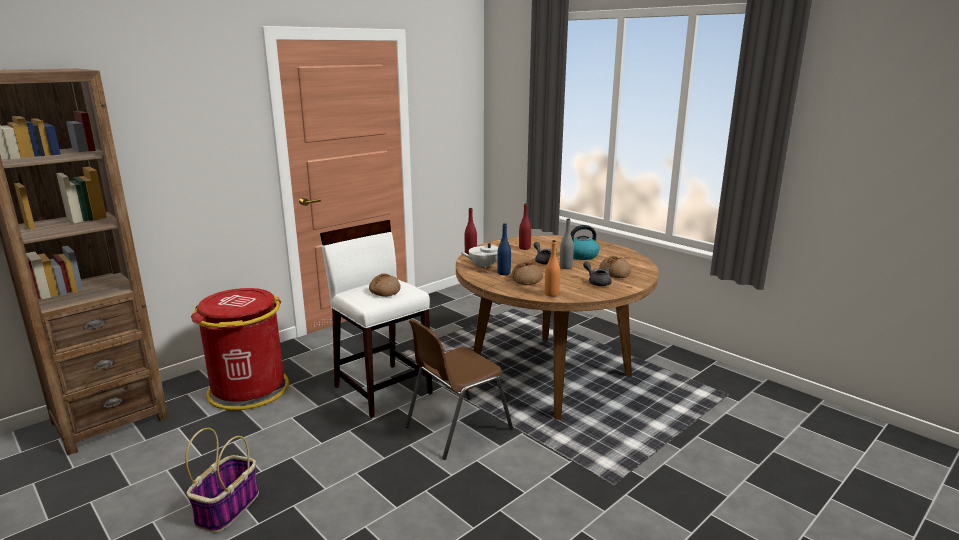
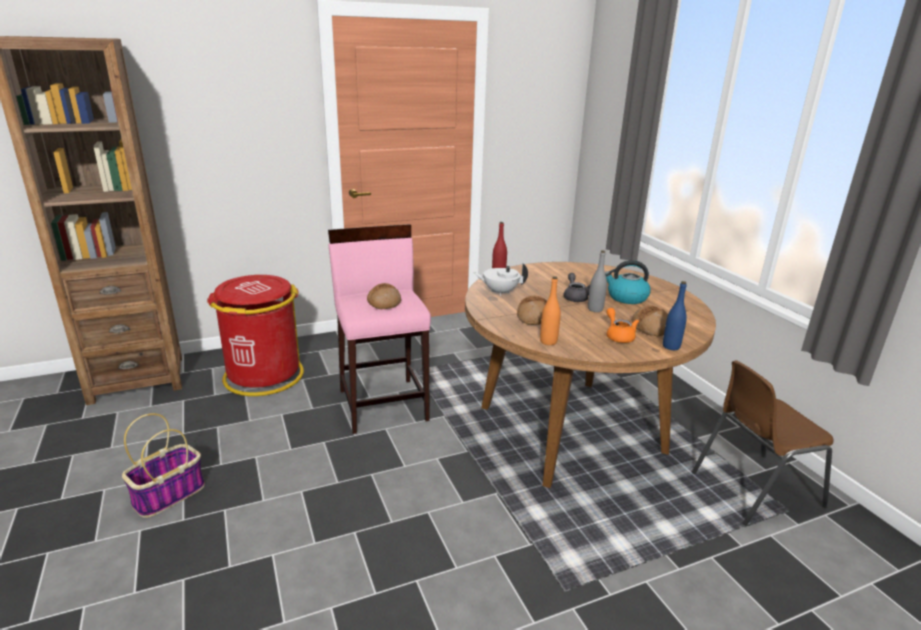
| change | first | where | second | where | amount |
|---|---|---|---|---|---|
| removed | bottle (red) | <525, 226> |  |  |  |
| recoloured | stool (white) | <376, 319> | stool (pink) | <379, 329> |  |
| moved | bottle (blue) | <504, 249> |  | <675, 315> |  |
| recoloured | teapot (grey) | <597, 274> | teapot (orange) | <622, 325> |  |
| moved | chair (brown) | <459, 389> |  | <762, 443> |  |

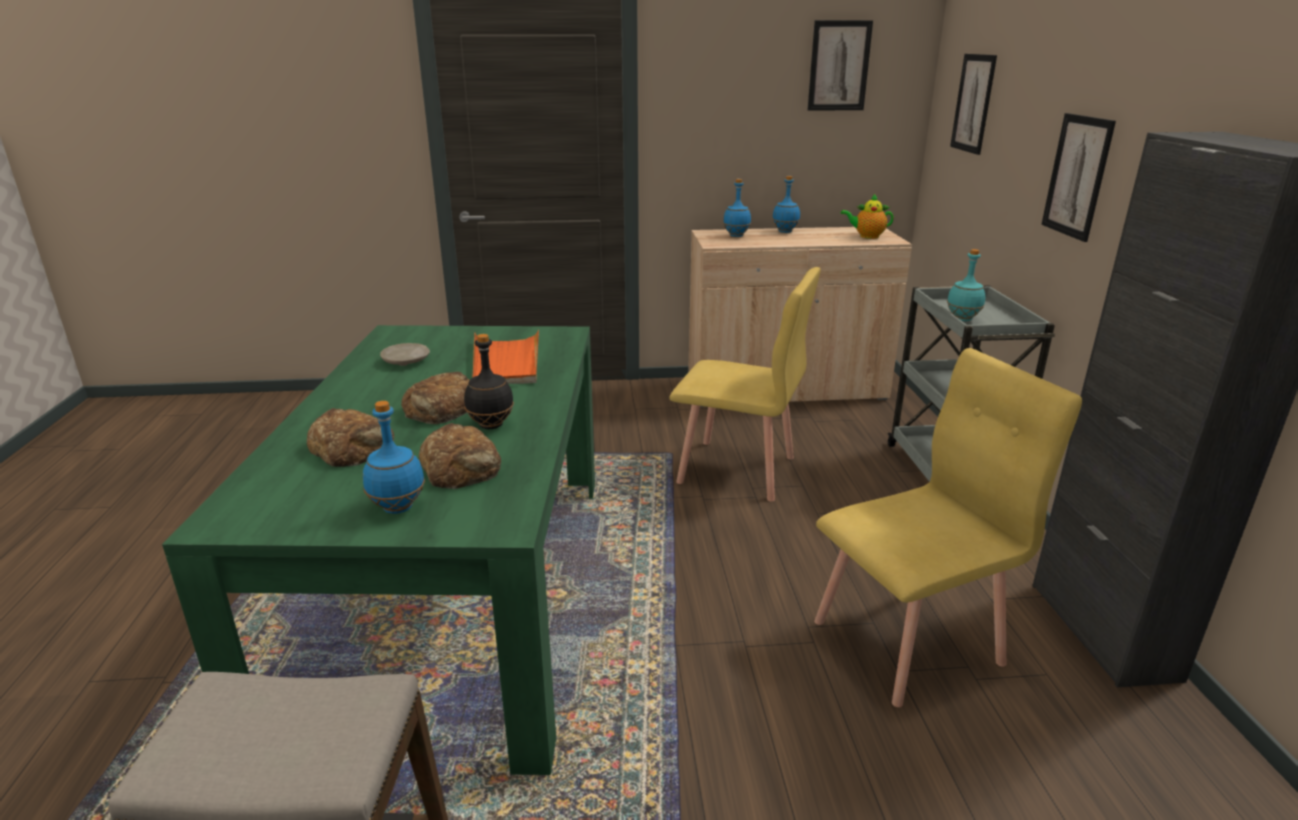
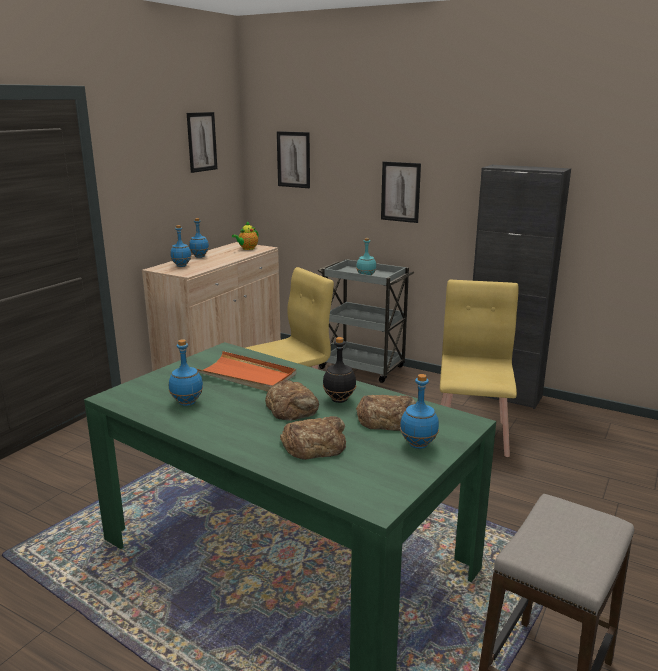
| change | first | where | second | where | amount |
|---|---|---|---|---|---|
| replaced | plate (beige) | <405, 354> | bottle (blue) | <186, 372> |  |

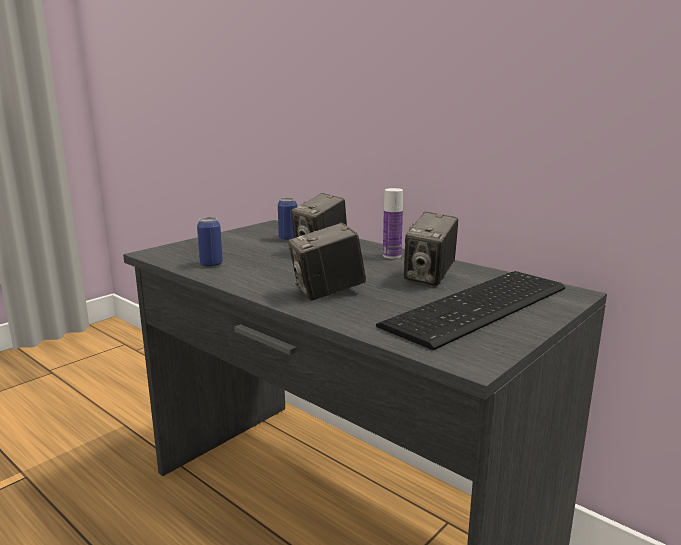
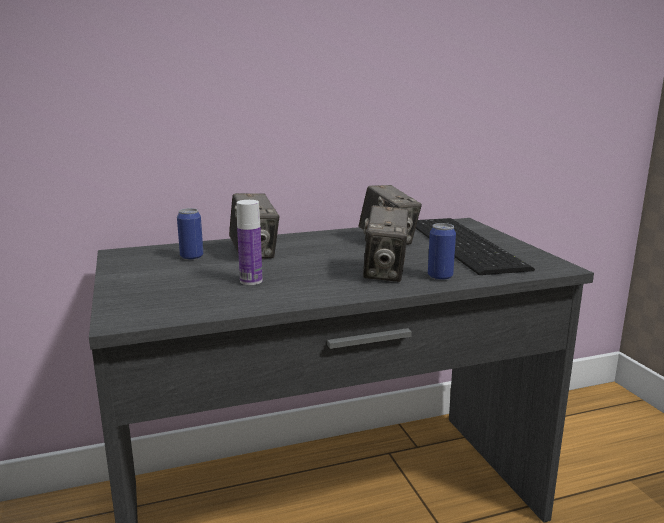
| change | first | where | second | where | amount |
|---|---|---|---|---|---|
| moved | bottle | <393, 223> |  | <249, 242> |  |
| moved | can | <210, 242> |  | <442, 251> |  |

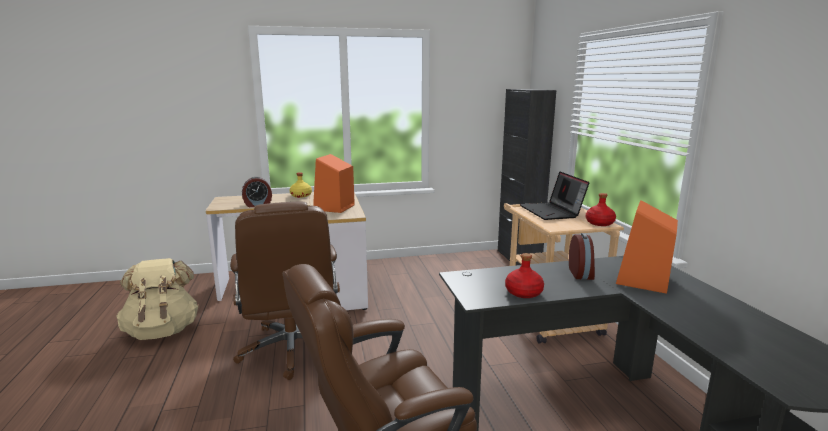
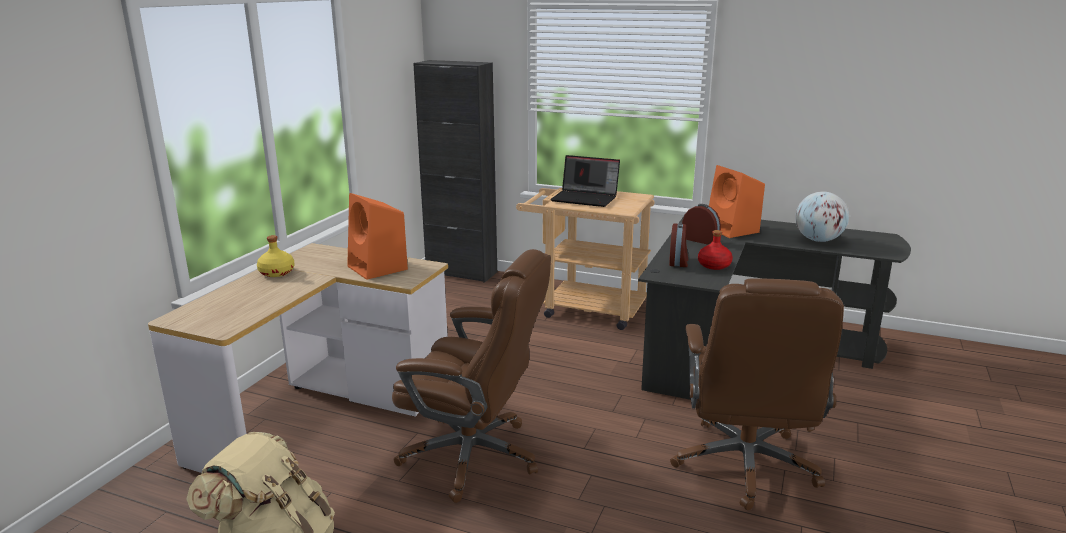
| change | first | where | second | where | amount |
|---|---|---|---|---|---|
| moved | alarm clock | <257, 192> |  | <678, 244> |  |
| removed | bottle (red) | <601, 209> |  |  |  |
| added |  |  | globe | <822, 217> |  |

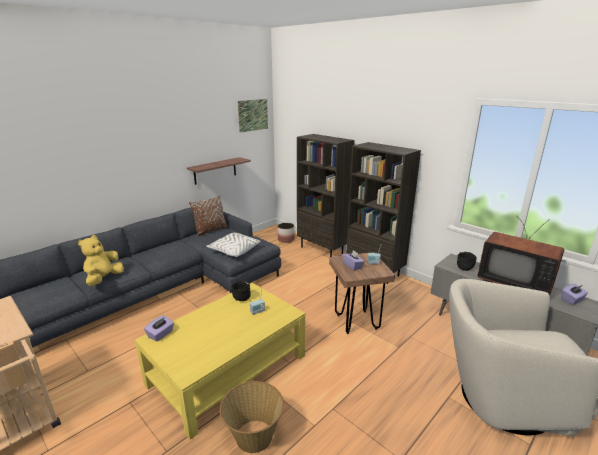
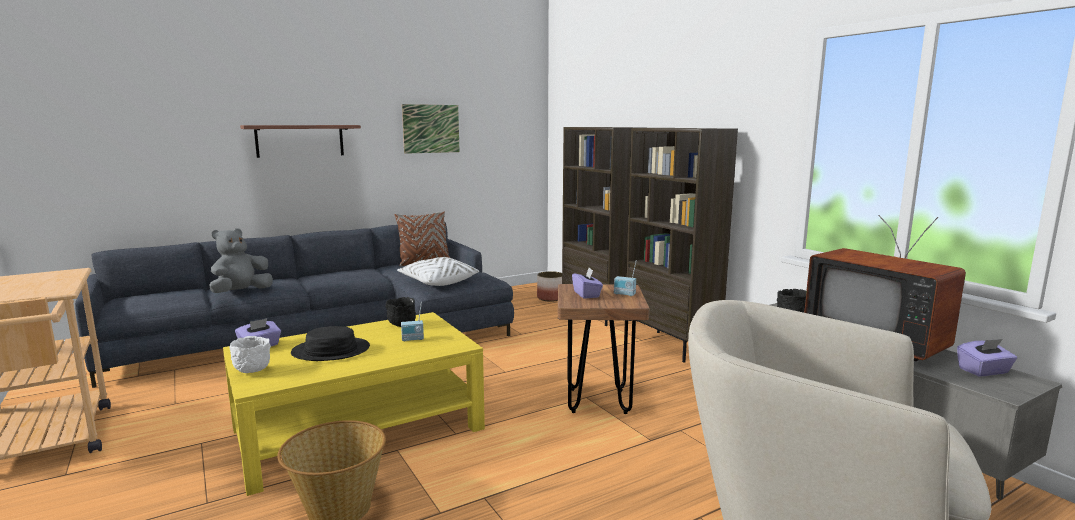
| change | first | where | second | where | amount |
|---|---|---|---|---|---|
| moved | picture | <253, 115> |  | <431, 129> |  |
| moved | shelf | <219, 171> |  | <300, 141> |  |
| recoloured | plush toy (yellow) | <101, 260> | plush toy (grey) | <241, 260> |  |
| added |  |  | hat (black) | <330, 343> |  |
| added |  |  | bowl (white) | <250, 354> |  |

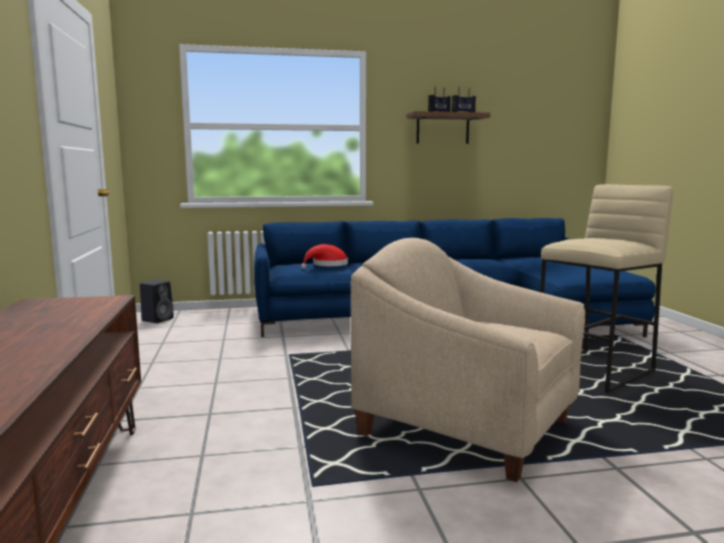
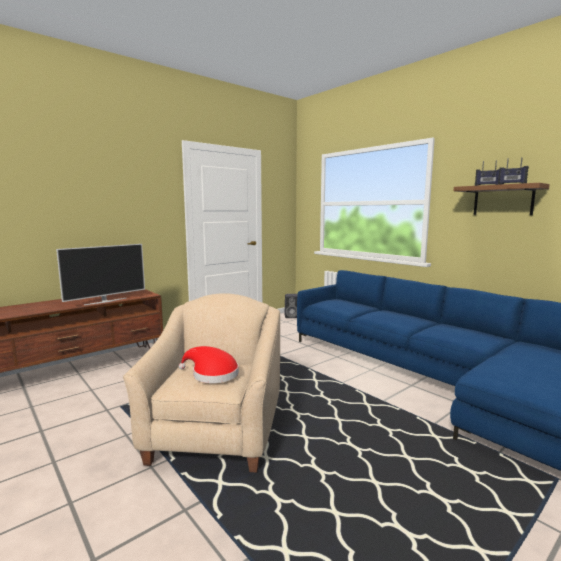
| change | first | where | second | where | amount |
|---|---|---|---|---|---|
| removed | stool (beige) | <606, 288> |  |  |  |
| moved | hat (red) | <324, 256> |  | <209, 364> |  |
| added |  |  | television | <100, 274> |  |

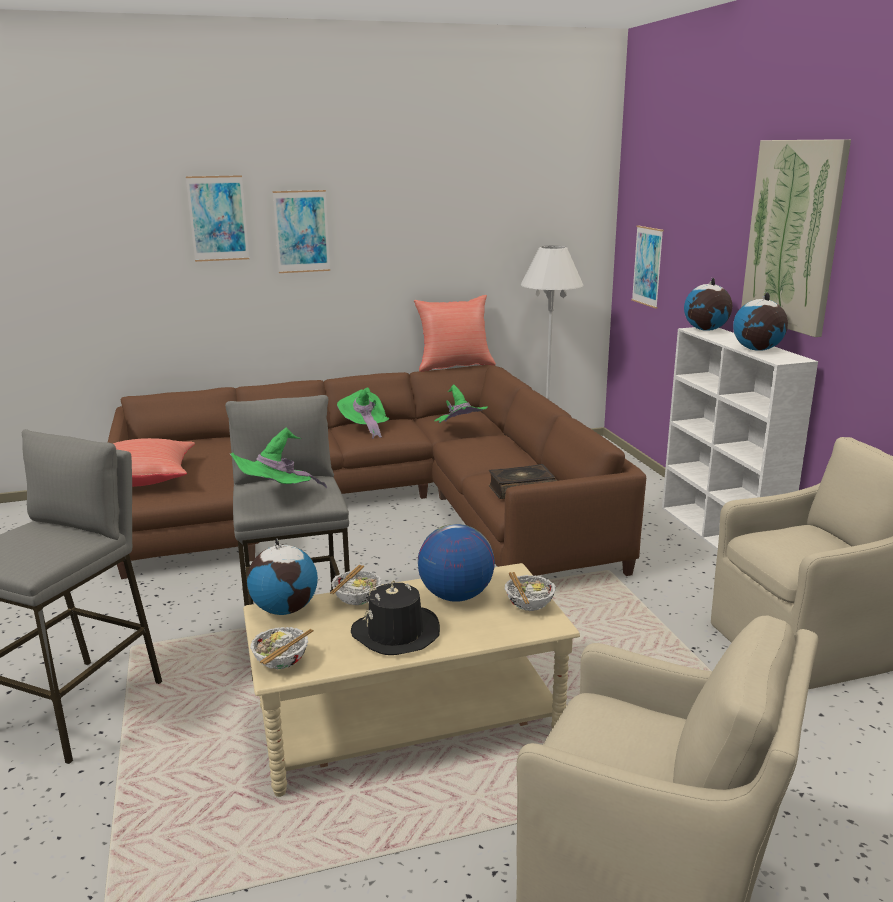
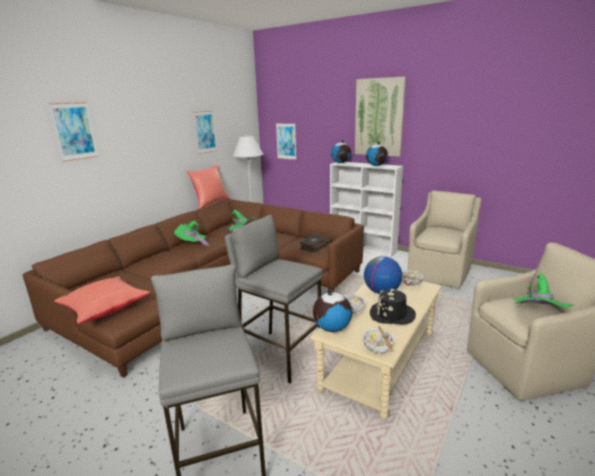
| change | first | where | second | where | amount |
|---|---|---|---|---|---|
| moved | picture | <301, 231> |  | <205, 132> |  |
| moved | hat (green) | <278, 458> |  | <543, 290> |  |

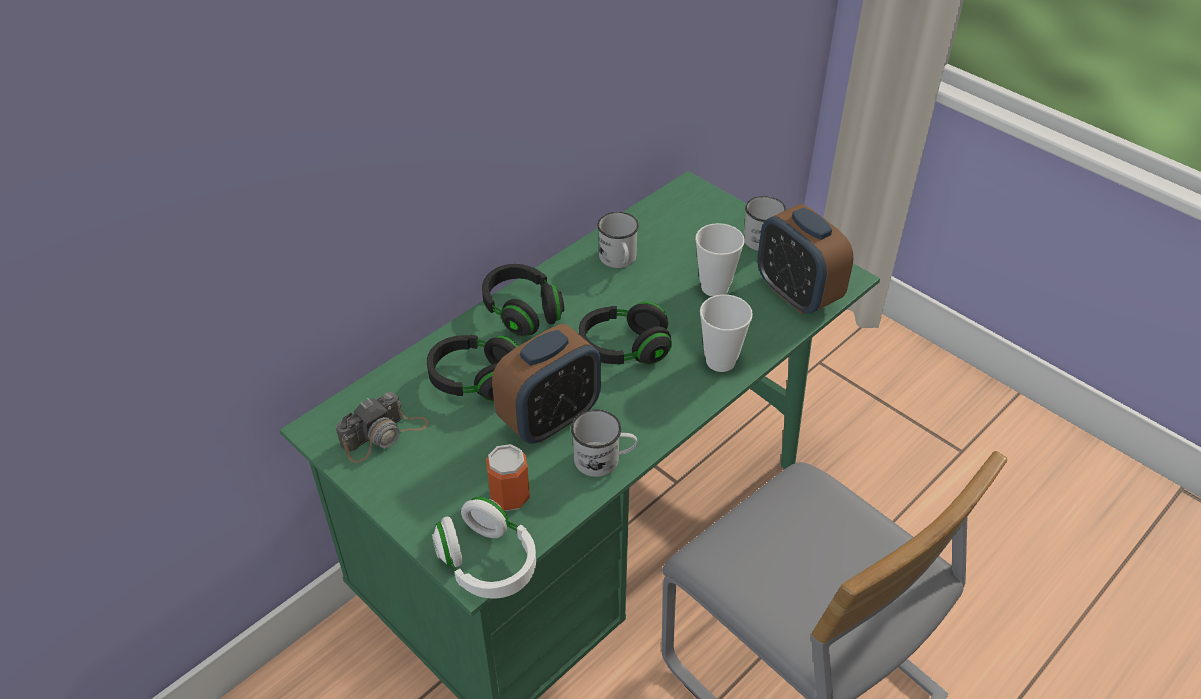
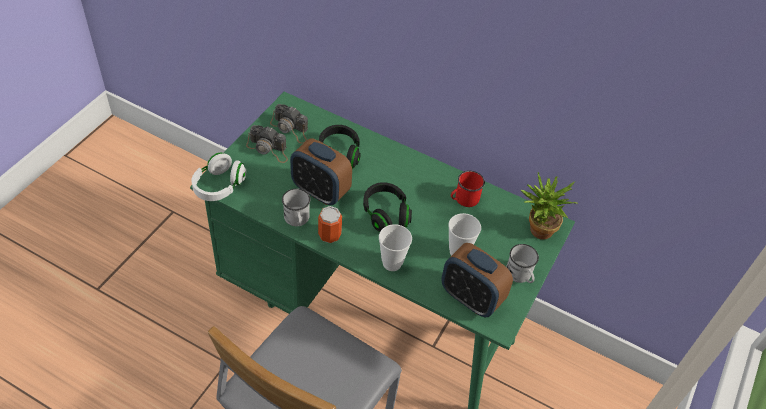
| change | first | where | second | where | amount |
|---|---|---|---|---|---|
| turned | alarm clock | <805, 259> |  | <477, 280> | 90 degrees counterclockwise |
| recoloured | mug (white) | <618, 240> | mug (red) | <468, 189> |  |
| removed | headphones (black) | <523, 300> |  |  |  |
| moved | can | <508, 477> |  | <330, 224> |  |
| added |  |  | photo camera | <267, 144> |  |
| added |  |  | potted plant | <549, 205> |  |

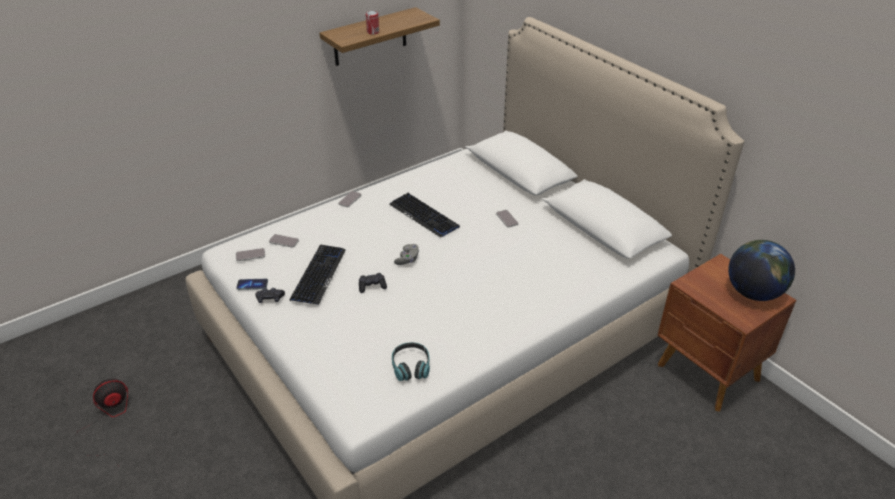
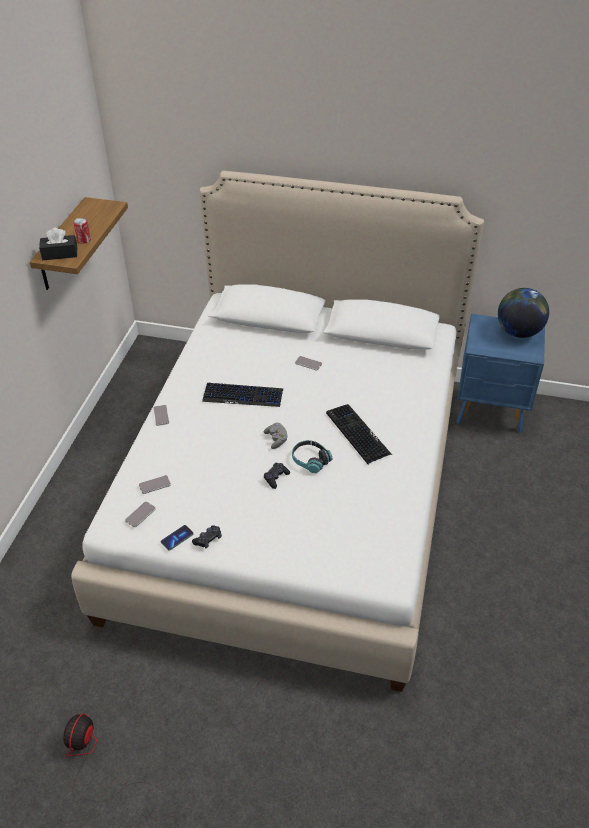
| change | first | where | second | where | amount |
|---|---|---|---|---|---|
| moved | keyboard | <317, 274> |  | <359, 434> |  |
| recoloured | nightstand (brown) | <727, 332> | nightstand (blue) | <500, 373> |  |
| moved | headphones | <411, 361> |  | <312, 456> |  |
| added |  |  | tissue box (black) | <58, 244> |  |

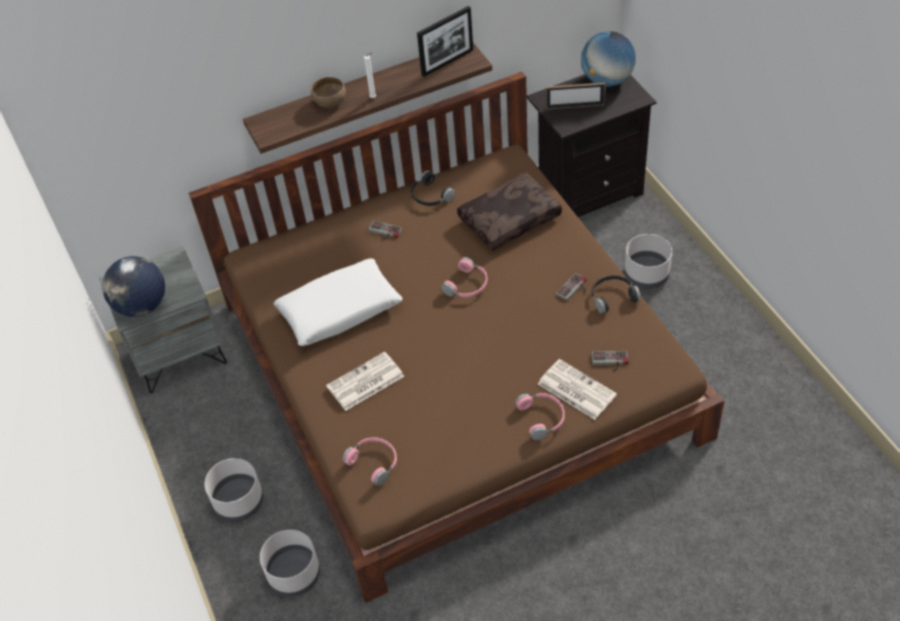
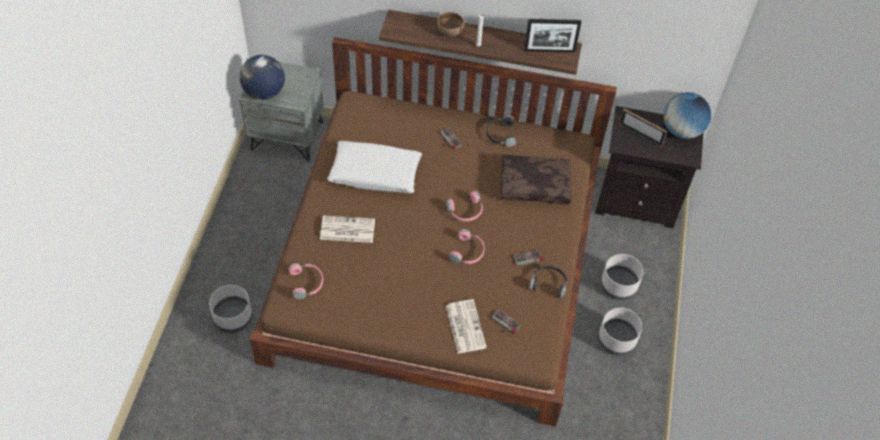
| change | first | where | second | where | amount |
|---|---|---|---|---|---|
| moved | headphones (pink) | <540, 416> |  | <467, 246> |  |
| moved | planter (grey) | <233, 490> |  | <620, 332> |  |

